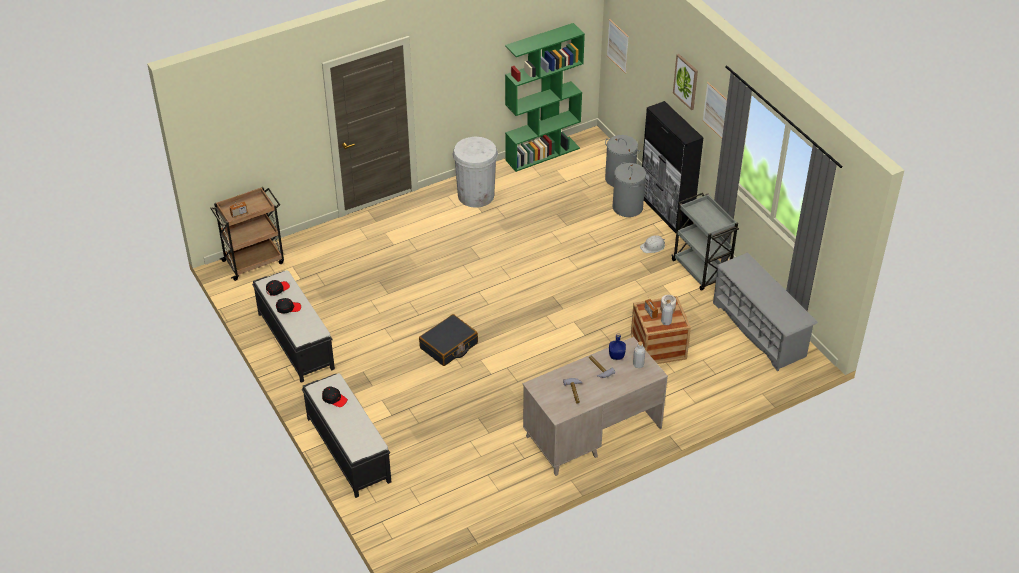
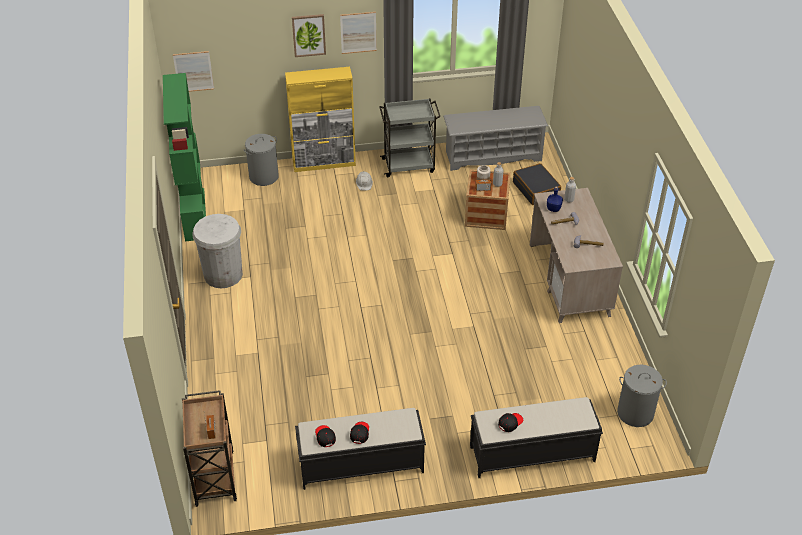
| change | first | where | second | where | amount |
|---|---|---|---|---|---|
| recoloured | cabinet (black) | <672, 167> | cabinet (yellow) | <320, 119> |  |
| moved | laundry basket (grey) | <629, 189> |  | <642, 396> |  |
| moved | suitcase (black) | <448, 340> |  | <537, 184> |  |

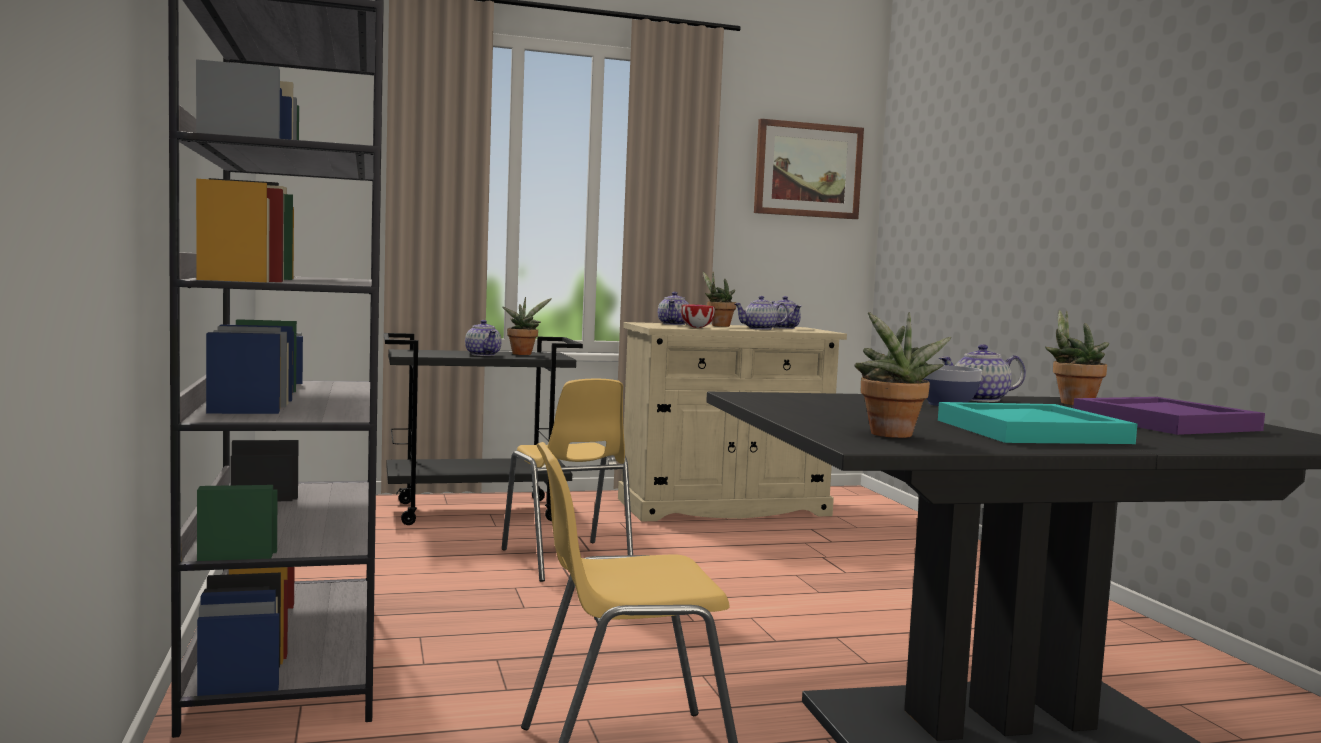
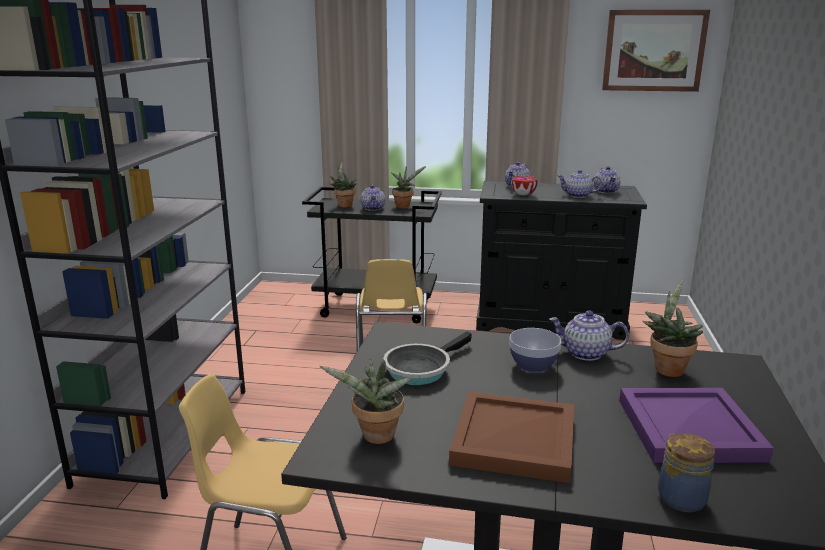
| change | first | where | second | where | amount |
|---|---|---|---|---|---|
| moved | potted plant | <719, 299> |  | <343, 184> |  |
| recoloured | cabinet (beige) | <732, 422> | cabinet (black) | <561, 260> |  |
| recoloured | tray (turquoise) | <1037, 423> | tray (brown) | <511, 437> |  |
| added |  |  | frying pan | <427, 358> |  |
| added |  |  | jar | <686, 472> |  |

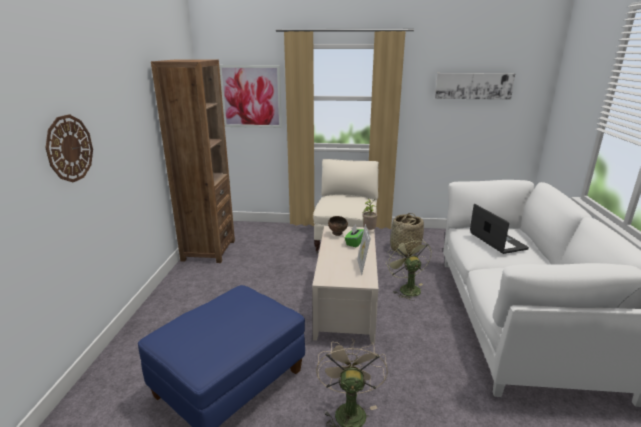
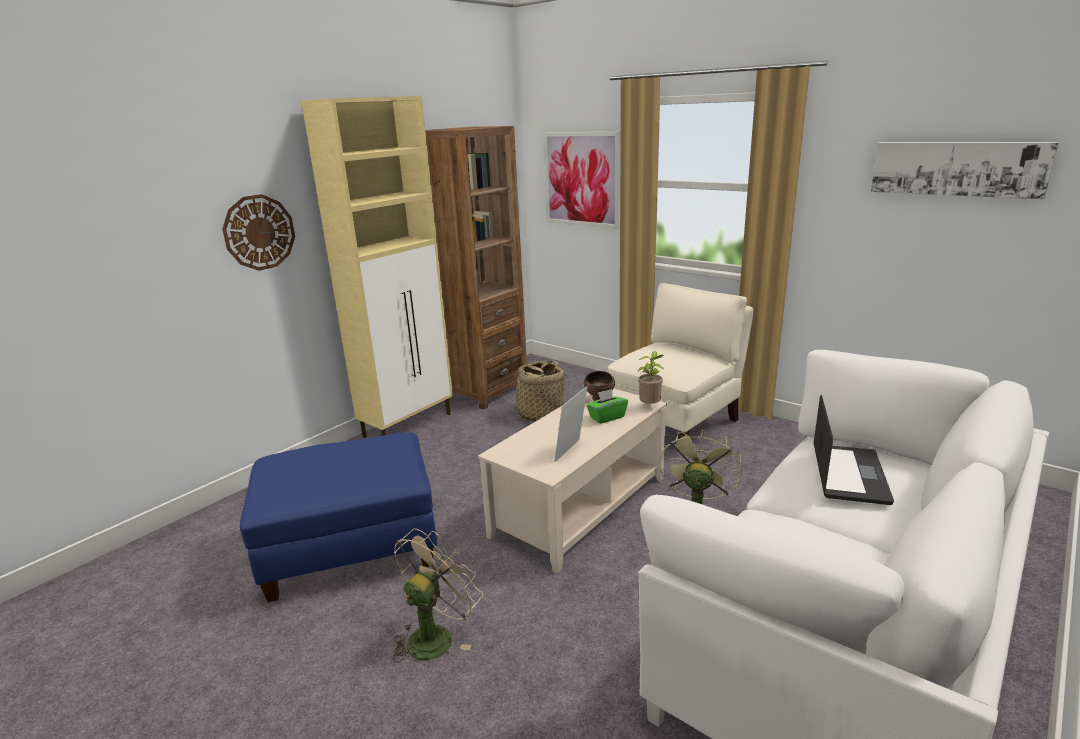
| change | first | where | second | where | amount |
|---|---|---|---|---|---|
| moved | basket | <407, 233> |  | <535, 390> |  |
| added |  |  | cabinet (beige) | <377, 267> |  |

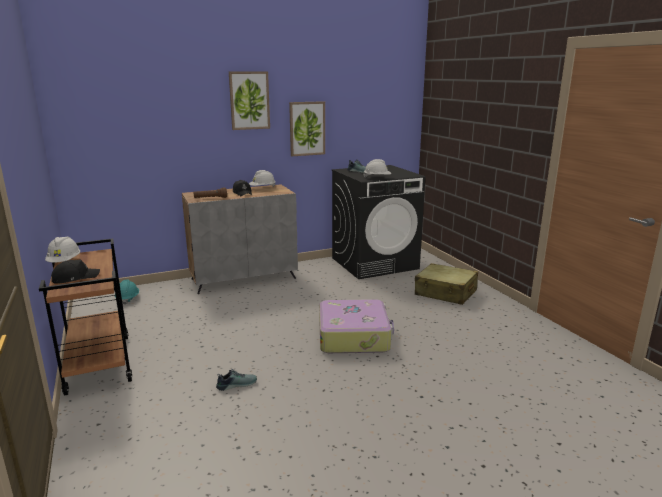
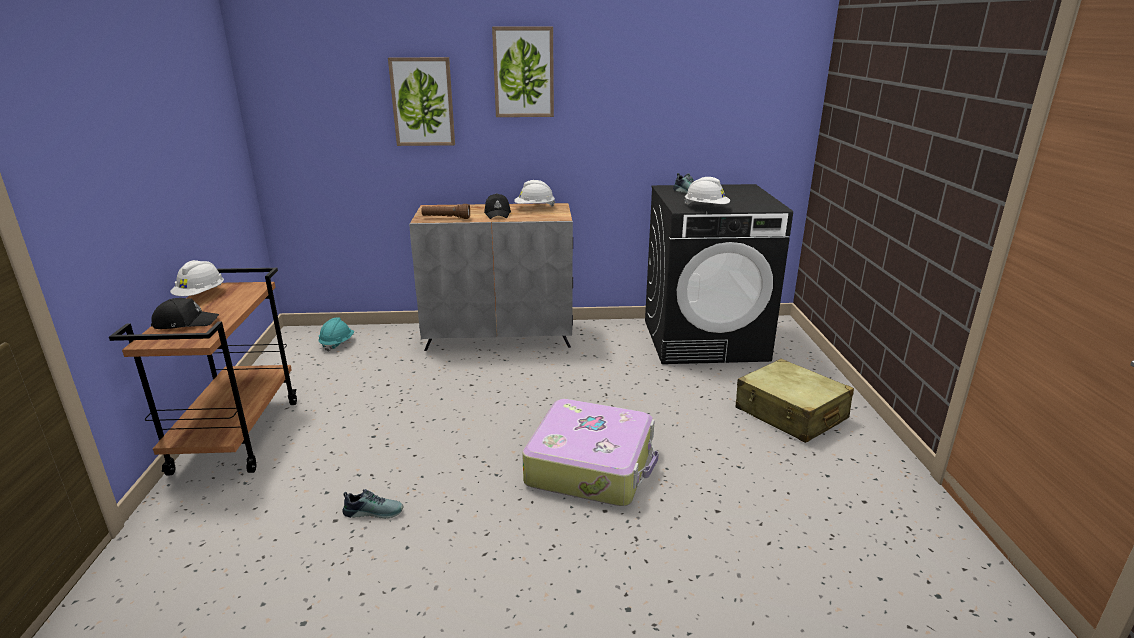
| change | first | where | second | where | amount |
|---|---|---|---|---|---|
| moved | picture | <307, 128> |  | <421, 101> |  |

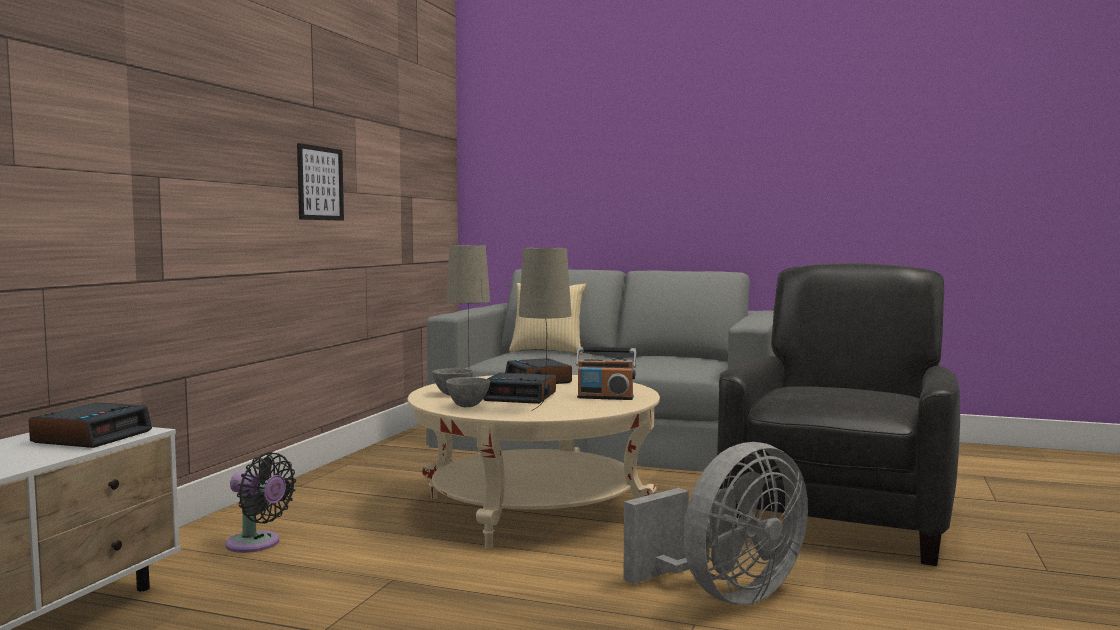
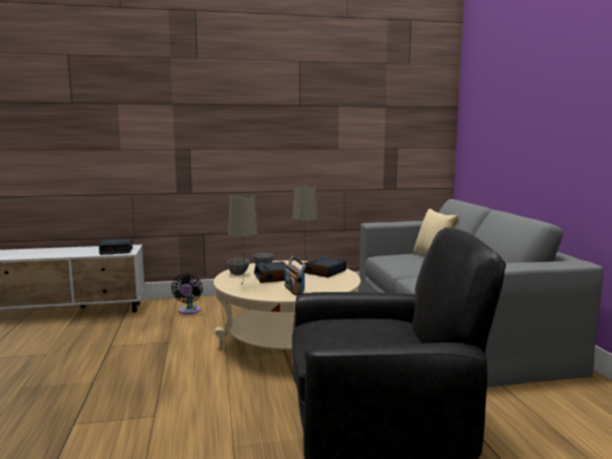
| change | first | where | second | where | amount |
|---|---|---|---|---|---|
| removed | picture | <320, 182> |  |  |  |
| removed | fan (grey) | <716, 523> |  |  |  |

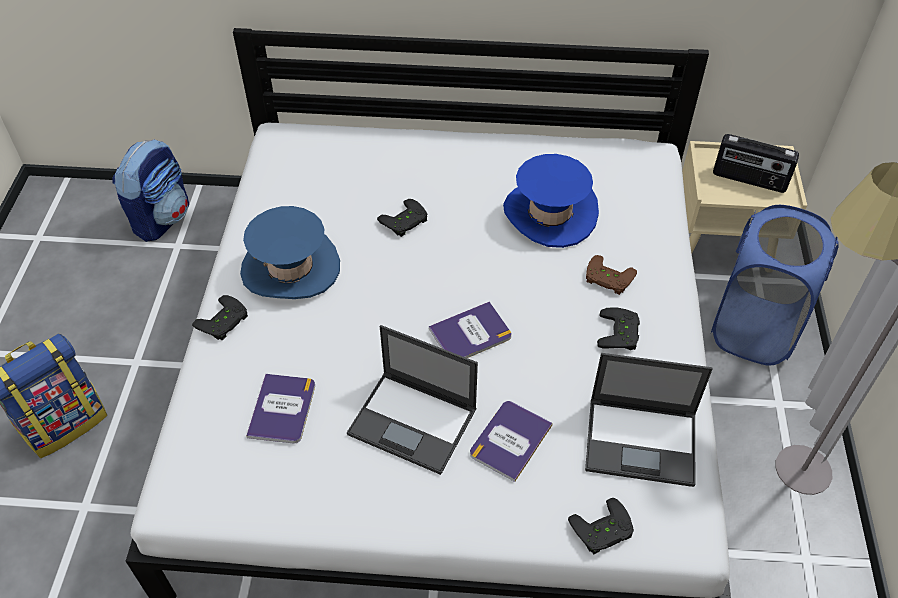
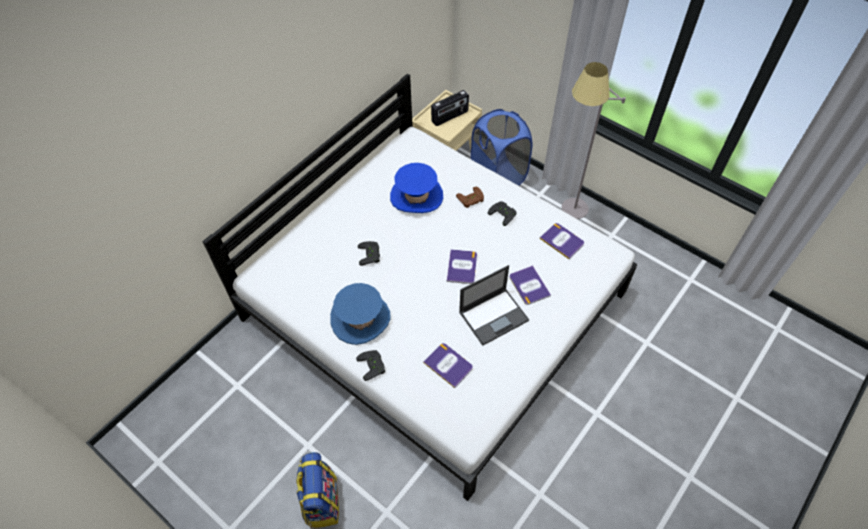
| change | first | where | second | where | amount |
|---|---|---|---|---|---|
| removed | backpack | <150, 190> |  |  |  |
| replaced | laptop | <649, 420> | book | <562, 241> |  |
| removed | game controller (black) | <601, 526> |  |  |  |

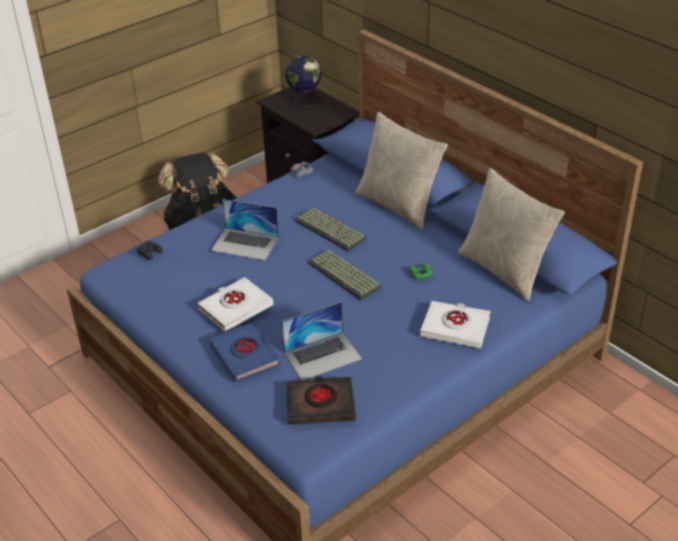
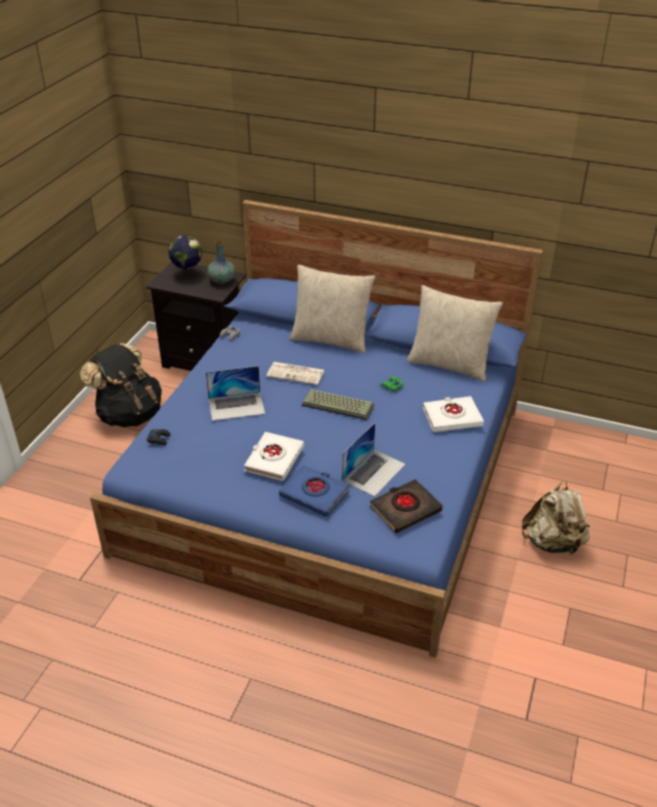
| change | first | where | second | where | amount |
|---|---|---|---|---|---|
| replaced | keyboard | <331, 229> | newspaper | <295, 373> |  |
| added |  |  | vase | <221, 262> |  |
| added |  |  | backpack (beige) | <556, 518> |  |

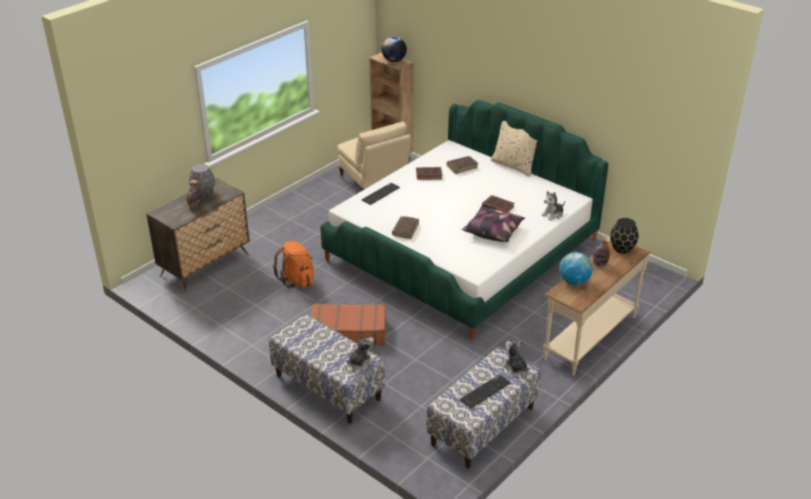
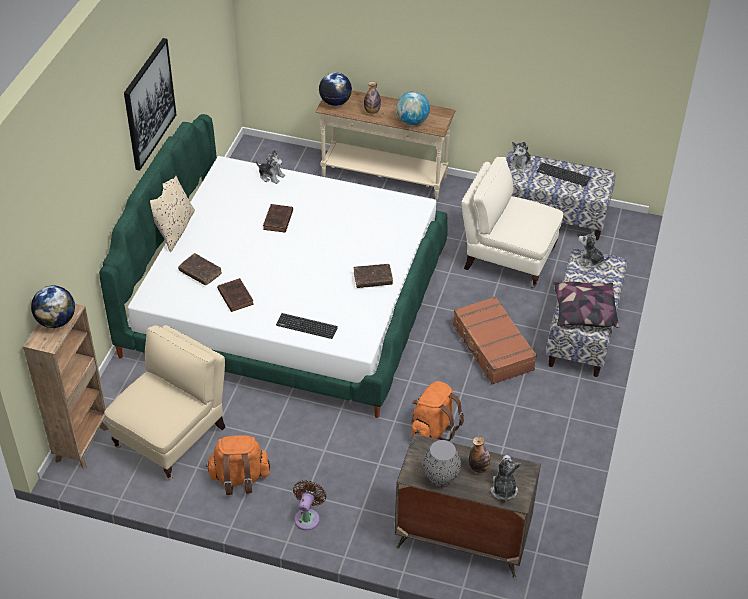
| change | first | where | second | where | amount |
|---|---|---|---|---|---|
| moved | pillow | <493, 224> |  | <586, 305> |  |
| replaced | vase (black) | <624, 236> | globe | <335, 89> |  |
| added |  |  | picture | <150, 104> |  |
| added |  |  | armchair (beige) | <512, 222> |  |
| added |  |  | backpack (orange) | <238, 465> |  |
| added |  |  | plush toy | <505, 478> |  |
| added |  |  | fan (brown) | <309, 505> |  |

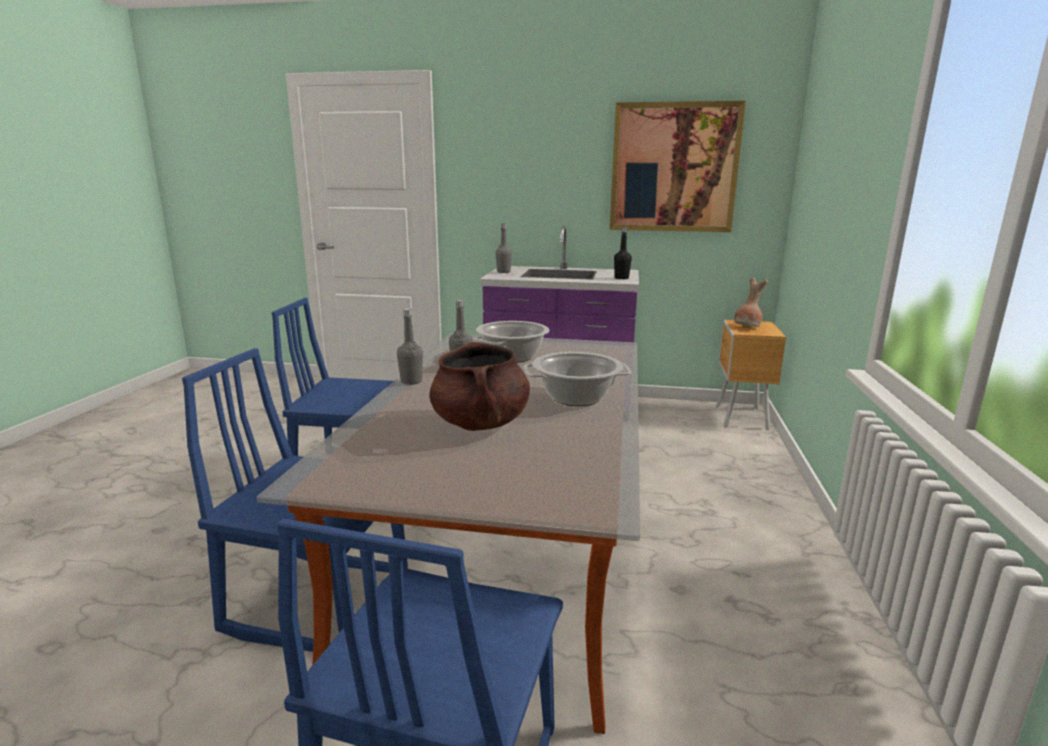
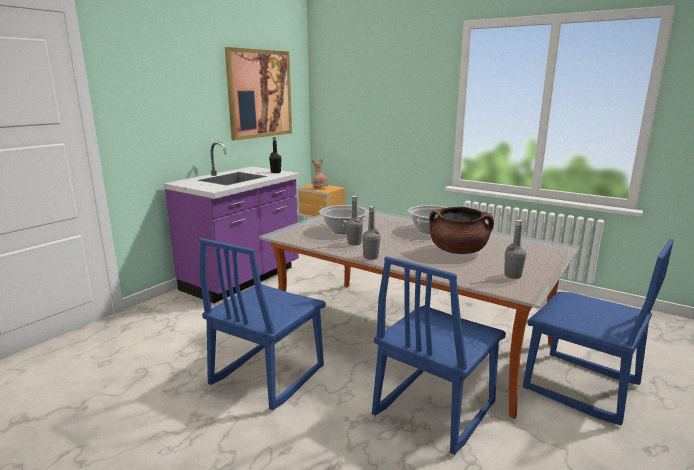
| change | first | where | second | where | amount |
|---|---|---|---|---|---|
| moved | bottle (grey) | <504, 248> |  | <515, 249> |  |

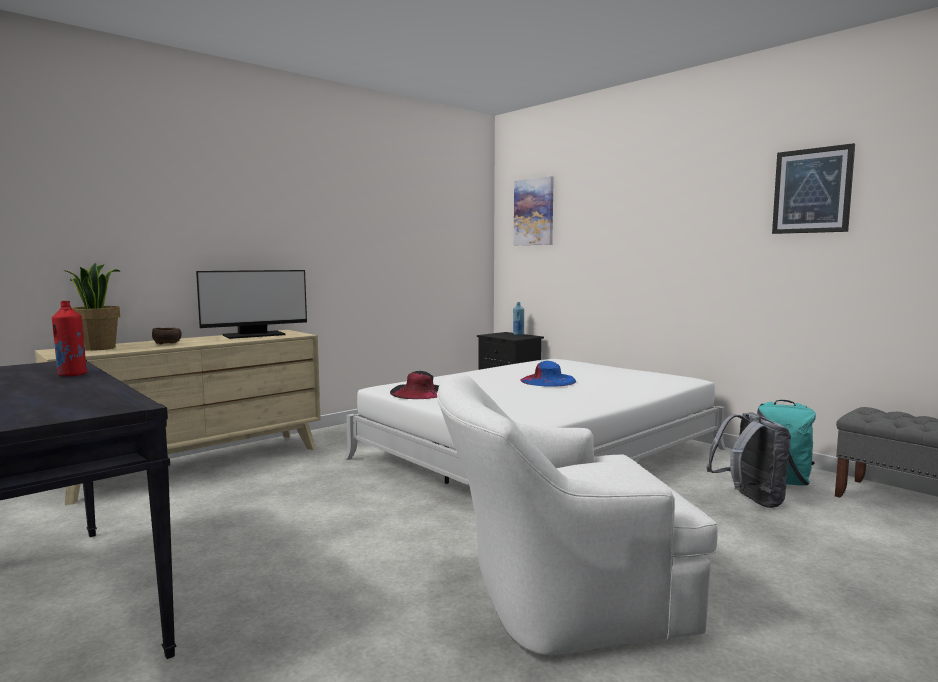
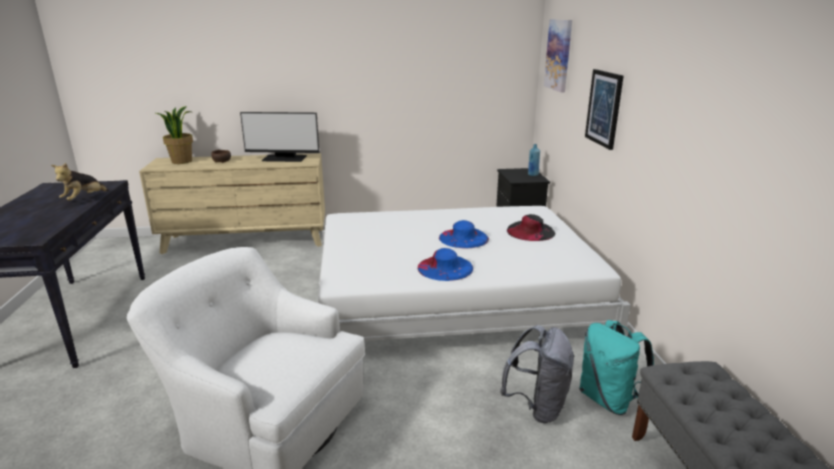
| change | first | where | second | where | amount |
|---|---|---|---|---|---|
| moved | picture | <813, 188> |  | <604, 109> |  |
| replaced | bottle (red) | <69, 339> | plush toy | <80, 182> |  |
| moved | hat (black) | <414, 385> |  | <531, 227> |  |
| added |  |  | hat (blue) | <445, 264> |  |

